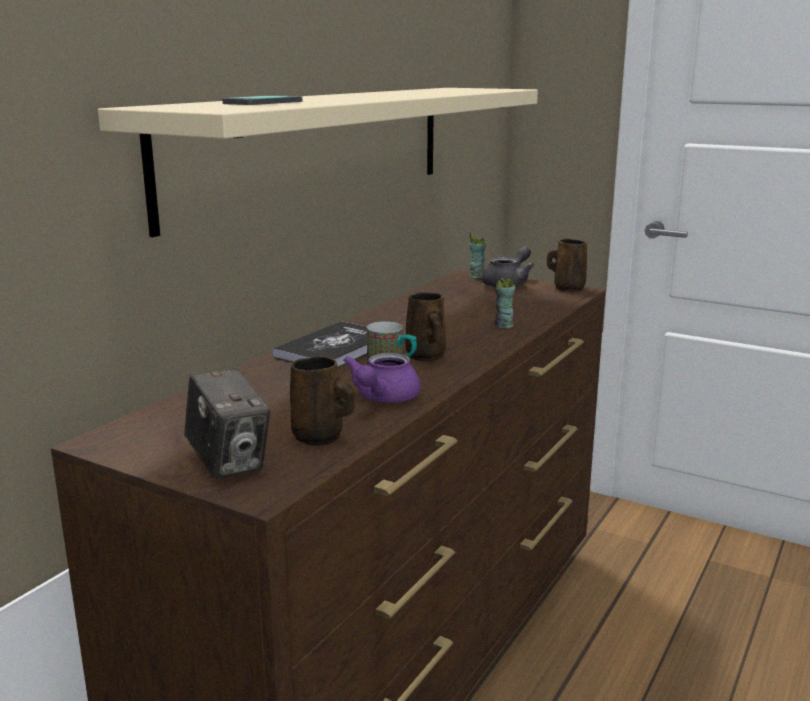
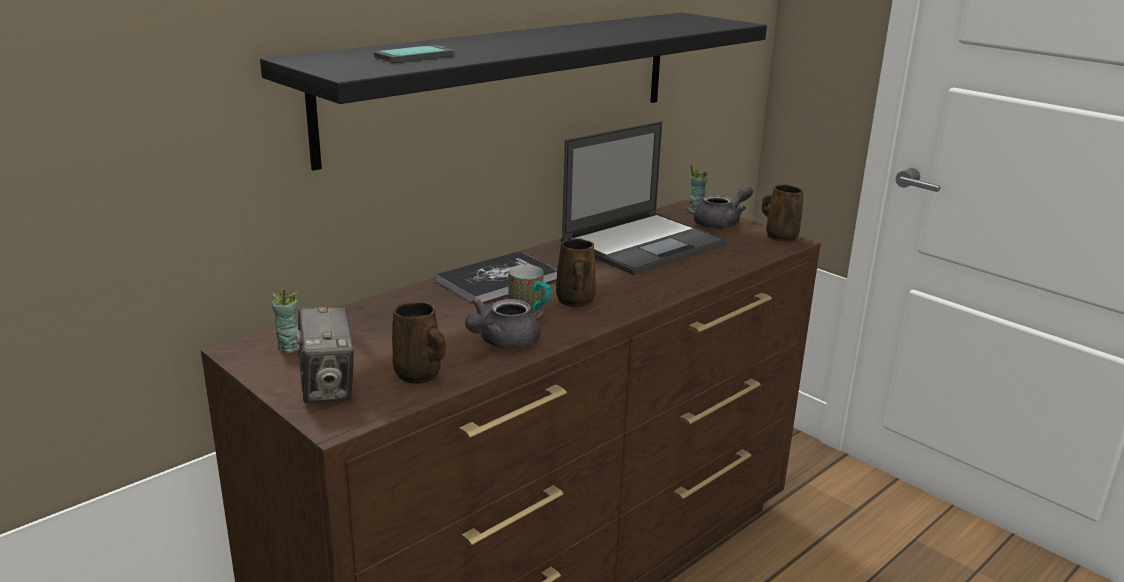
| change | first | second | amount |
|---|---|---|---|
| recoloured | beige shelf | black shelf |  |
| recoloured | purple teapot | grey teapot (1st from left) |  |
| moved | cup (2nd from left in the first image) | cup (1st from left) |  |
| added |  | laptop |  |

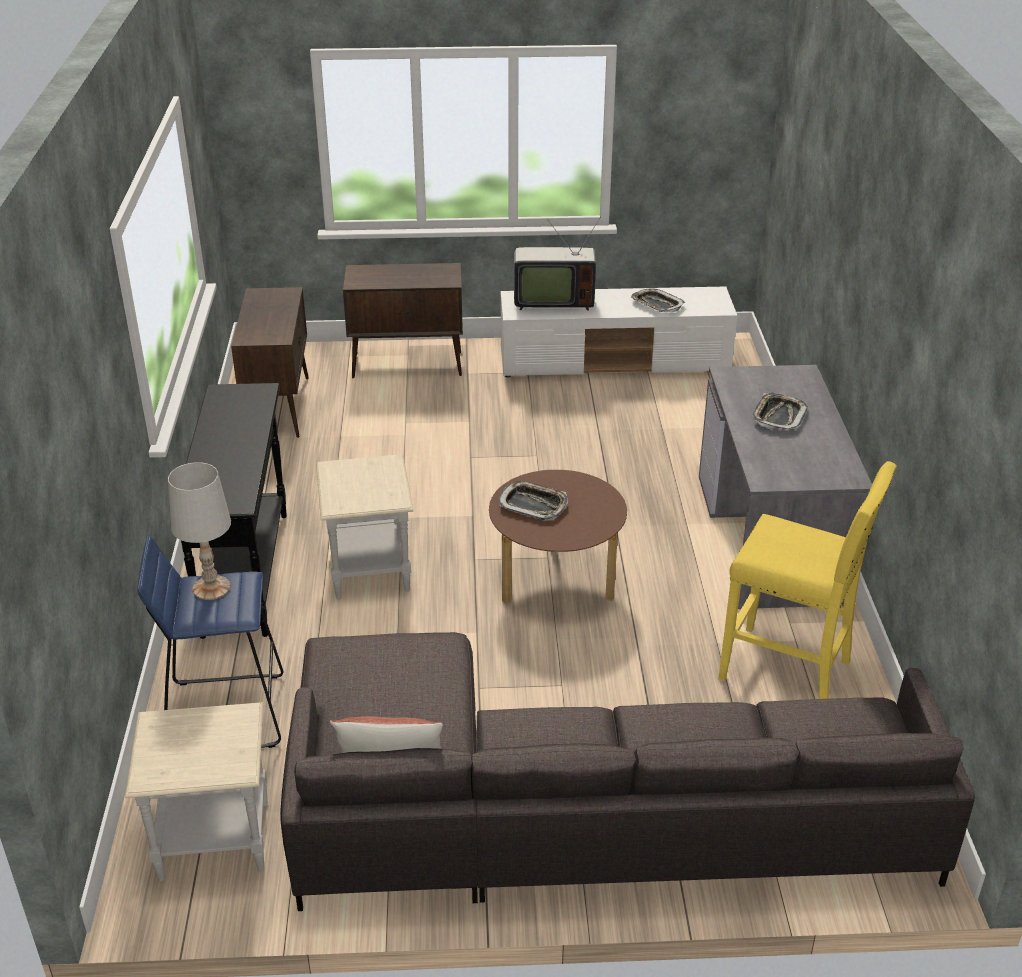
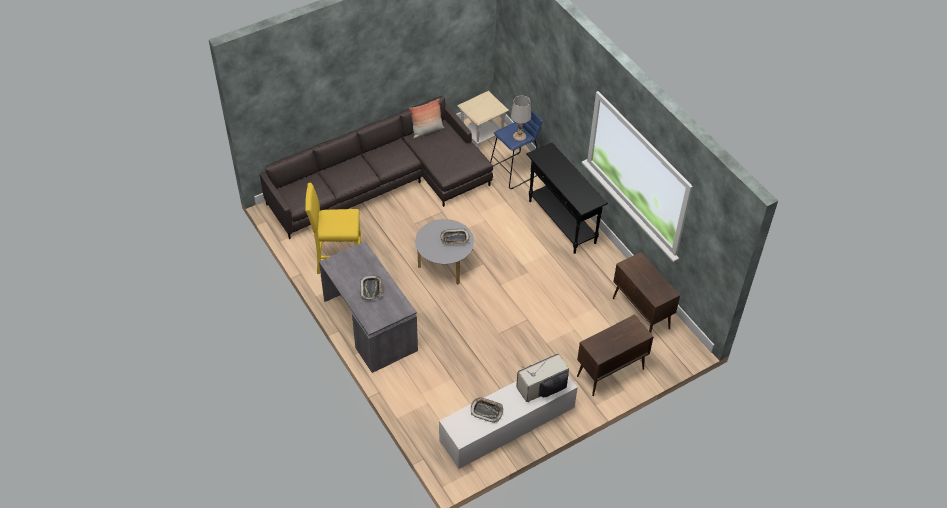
| change | first | second | amount |
|---|---|---|---|
| removed | beige side table (2nd from left) |  |  |
| recoloured | brown coffee table | grey coffee table |  |

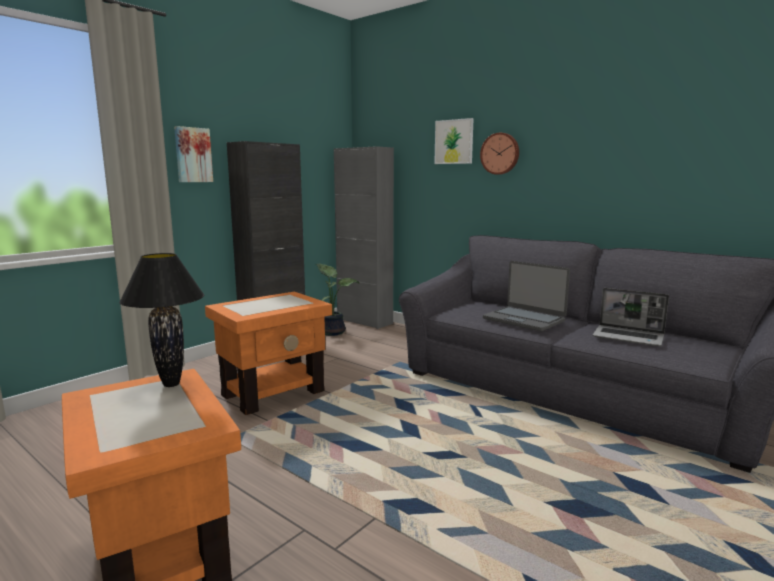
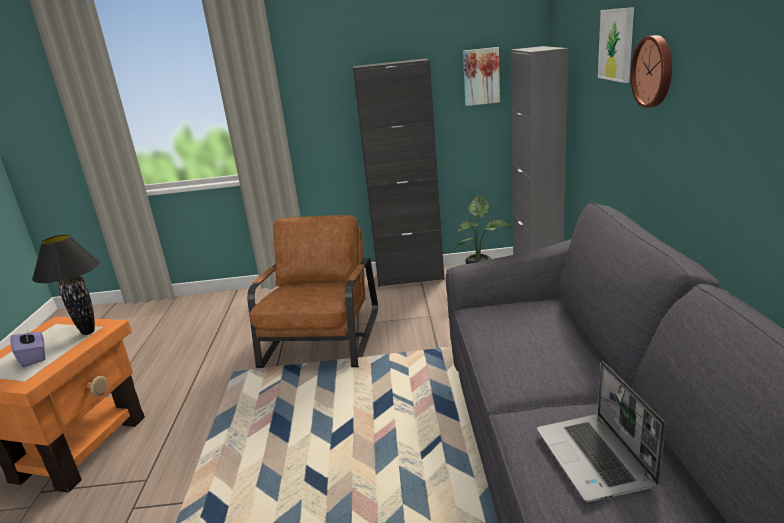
| change | first | second | amount |
|---|---|---|---|
| moved | picture (1st from left) |  |  |
| replaced | orange side table (2nd from left) | brown armchair |  |
| removed | laptop (1st from left) |  |  |
| added |  | purple tissue box |  |

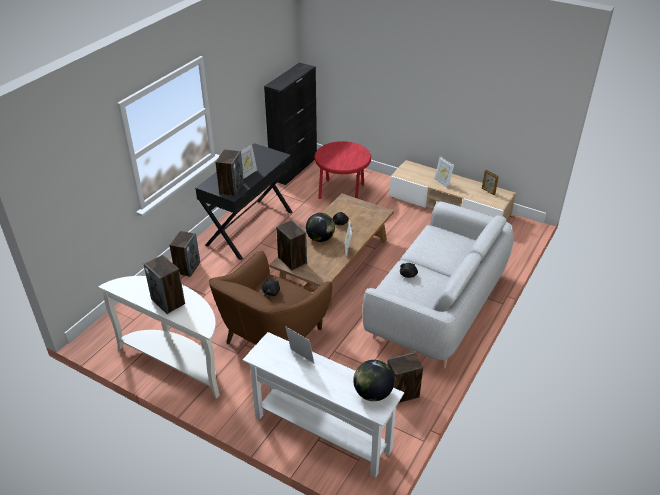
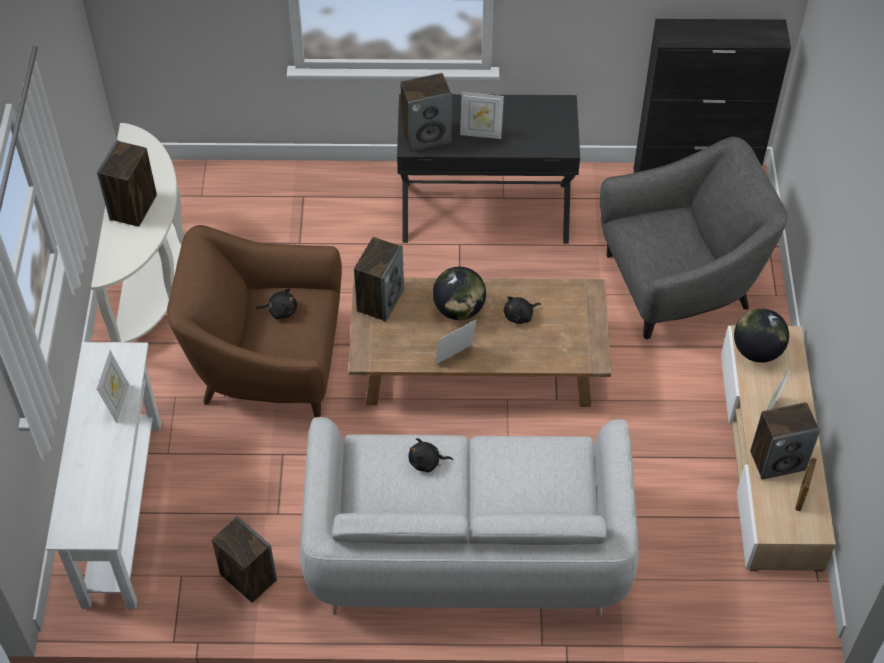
| change | first | second | amount |
|---|---|---|---|
| moved | speaker (2nd from left in the first image) | speaker (5th from left) |  |
| replaced | red side table | grey armchair |  |
| moved | globe (2nd from left) |  |  |

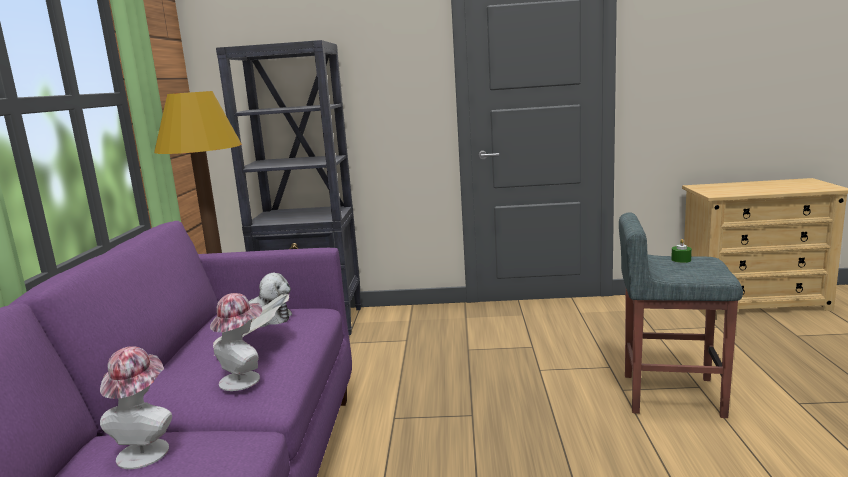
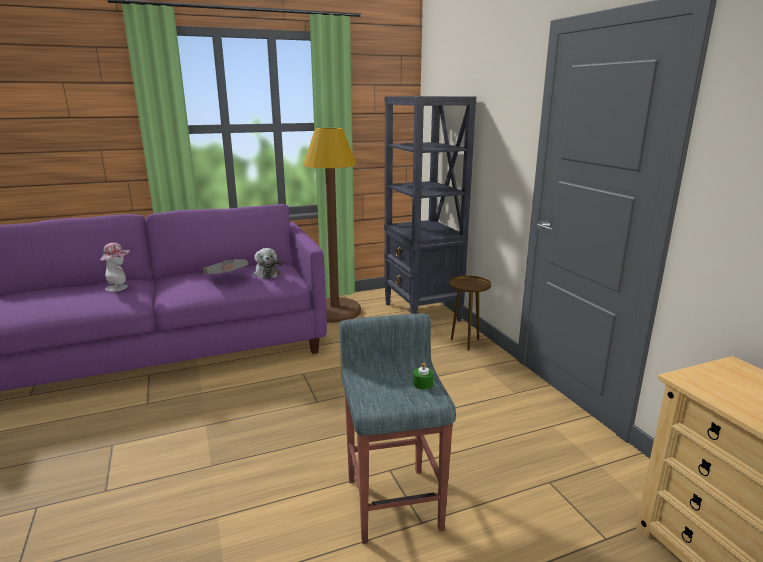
| change | first | second | amount |
|---|---|---|---|
| removed | hat (2nd from left) |  |  |
| added |  | brown side table |  |

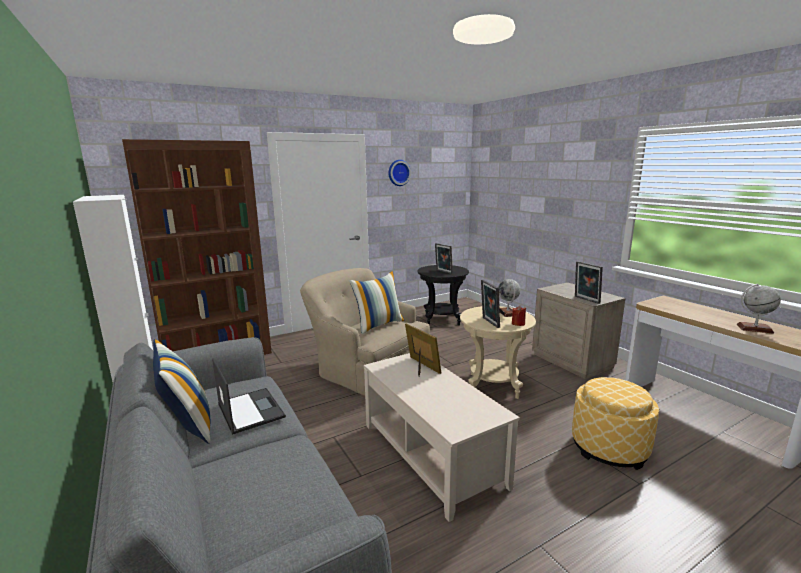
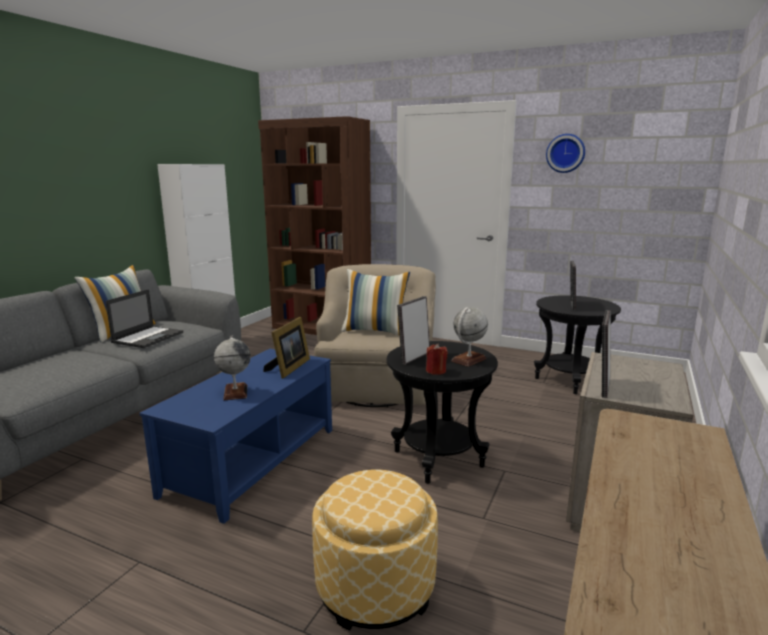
| change | first | second | amount |
|---|---|---|---|
| recoloured | beige coffee table | blue coffee table |  |
| recoloured | beige side table | black side table (1st from left) |  |
| moved | globe (2nd from left in the first image) | globe (1st from left) |  |

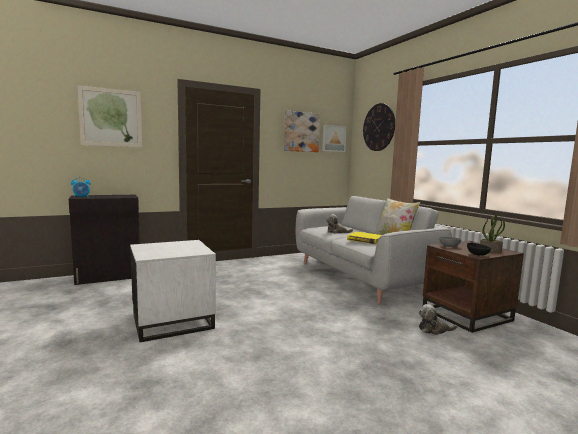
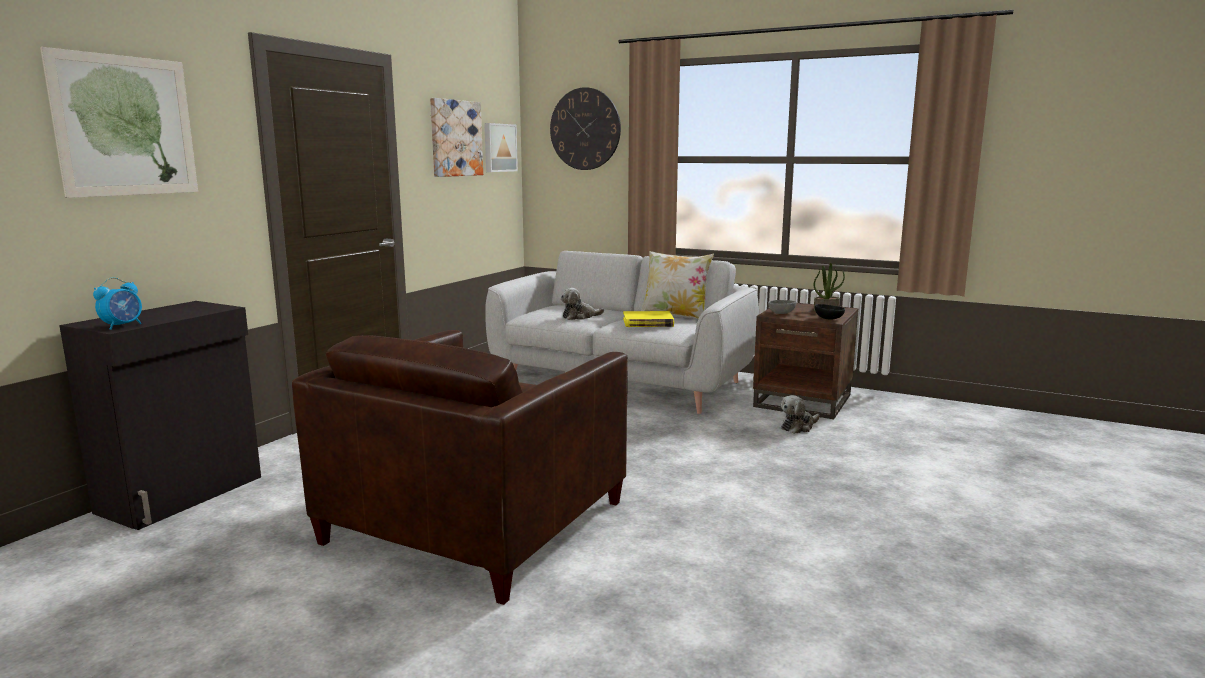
| change | first | second | amount |
|---|---|---|---|
| replaced | white side table | brown armchair |  |

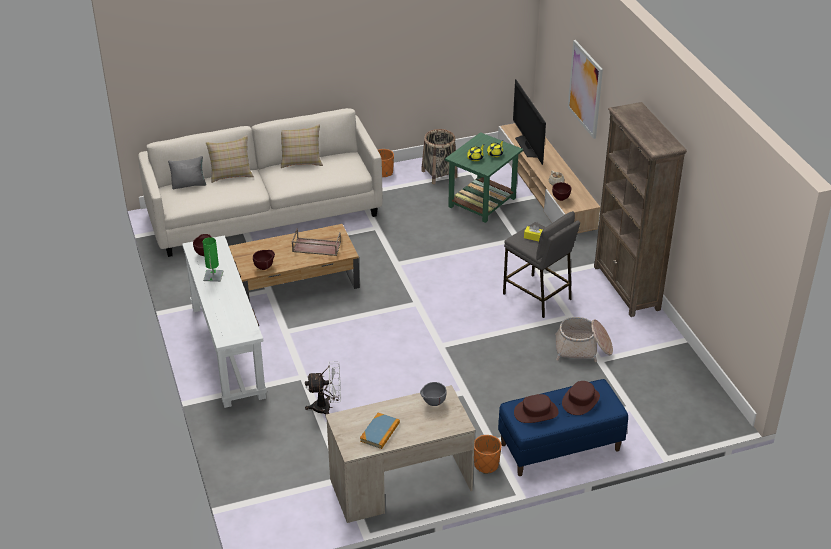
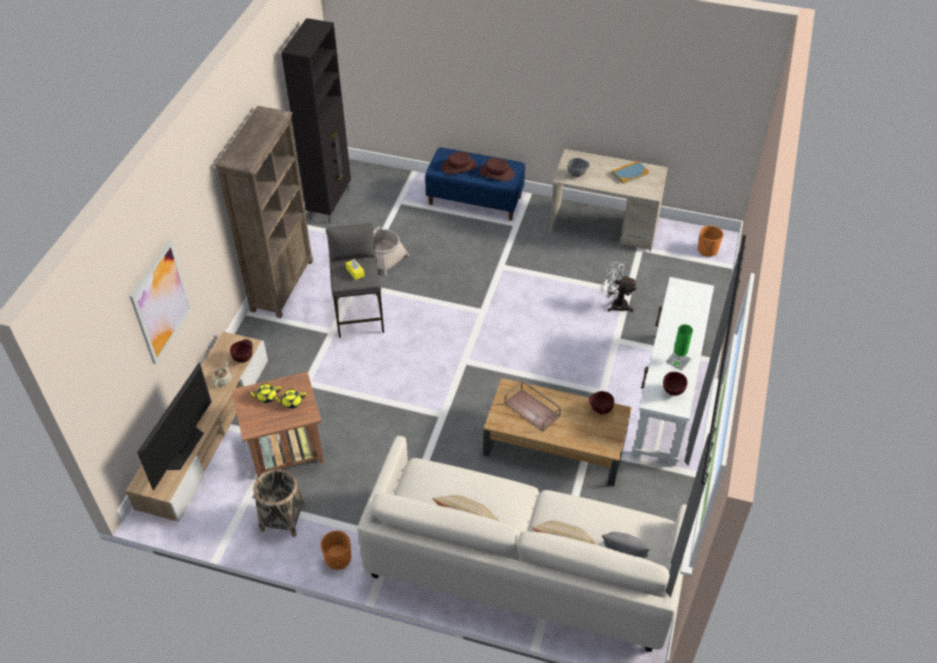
| change | first | second | amount |
|---|---|---|---|
| recoloured | green side table | brown side table |  |
| moved | orange planter (2nd from left) |  |  |
| added |  | black cabinet |  |

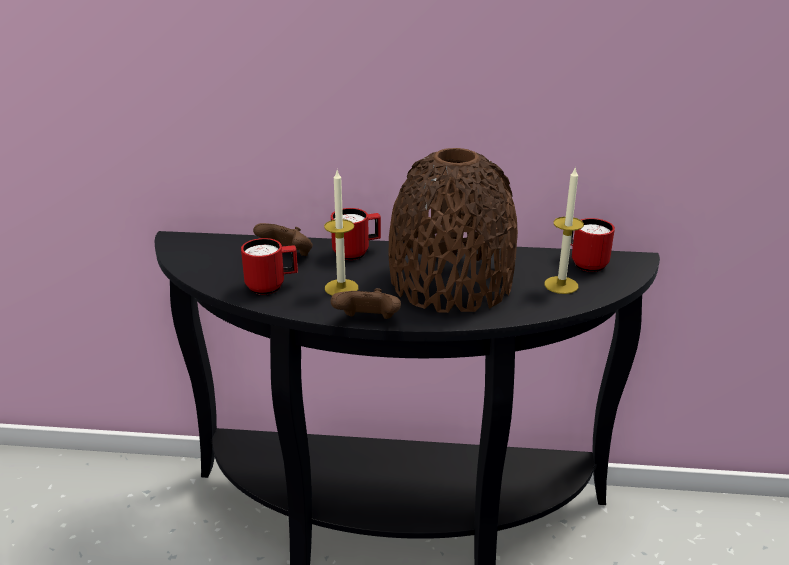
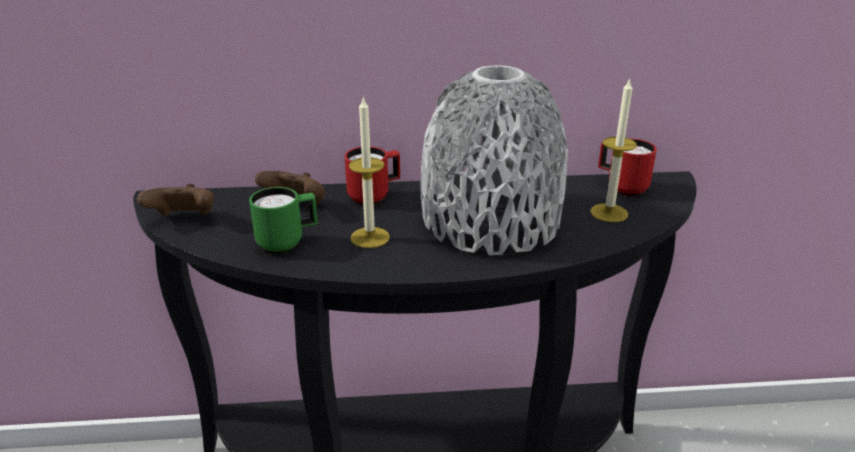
| change | first | second | amount |
|---|---|---|---|
| recoloured | red mug (1st from left) | green mug |  |
| moved | brown game controller (2nd from left in the first image) | brown game controller (1st from left) |  |
| recoloured | brown vase | grey vase |  |

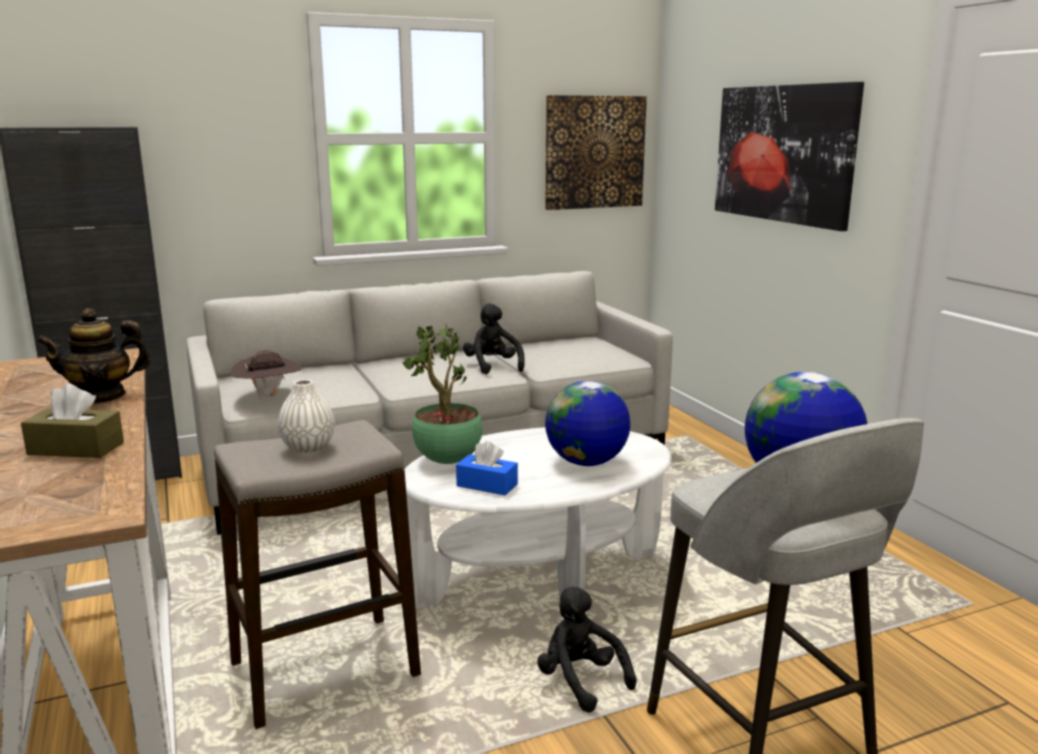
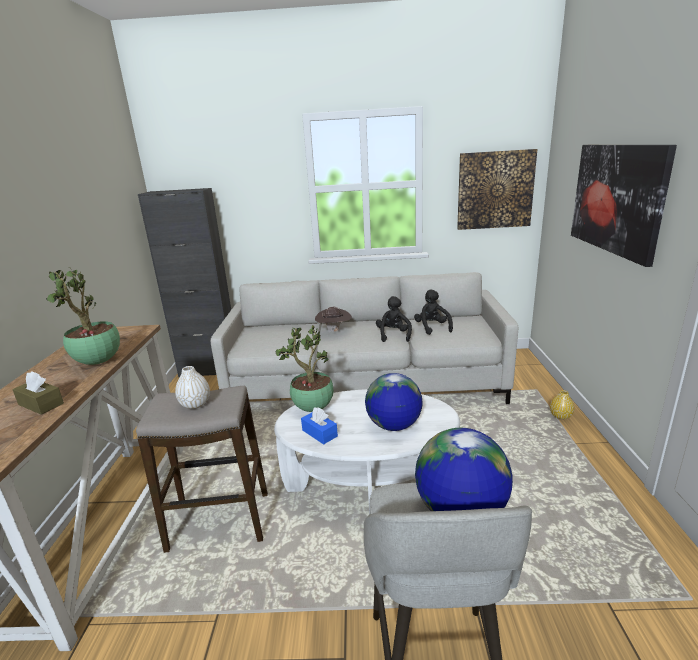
| change | first | second | amount |
|---|---|---|---|
| replaced | teapot | potted plant (1st from left) |  |
| moved | brown hat |  |  |
| moved | black plush toy (2nd from left) |  |  |
| added |  | yellow vase |  |

